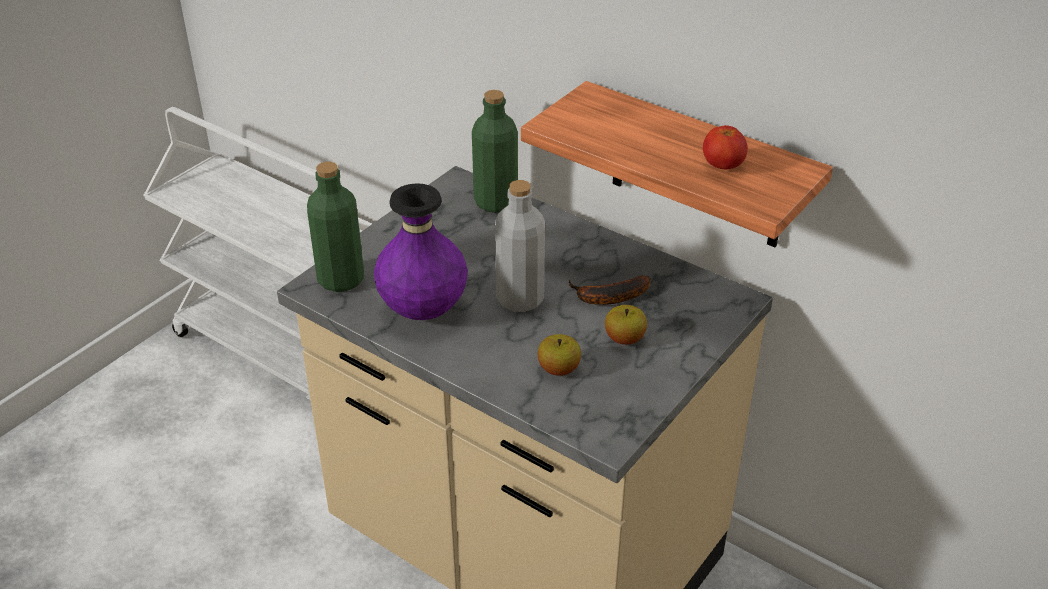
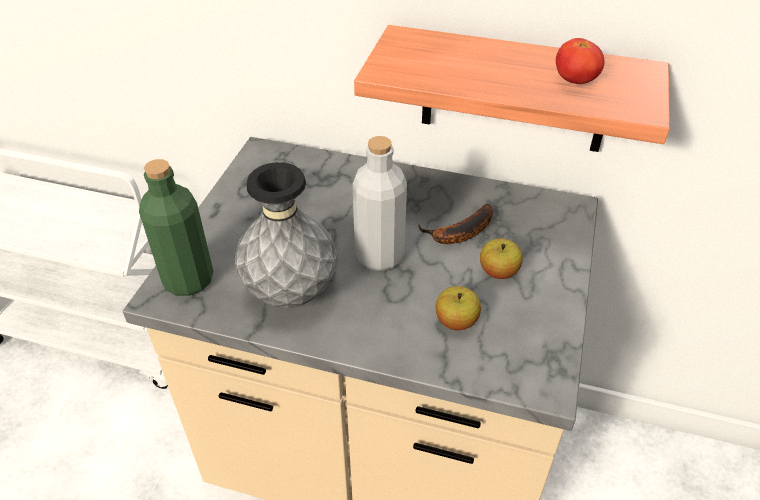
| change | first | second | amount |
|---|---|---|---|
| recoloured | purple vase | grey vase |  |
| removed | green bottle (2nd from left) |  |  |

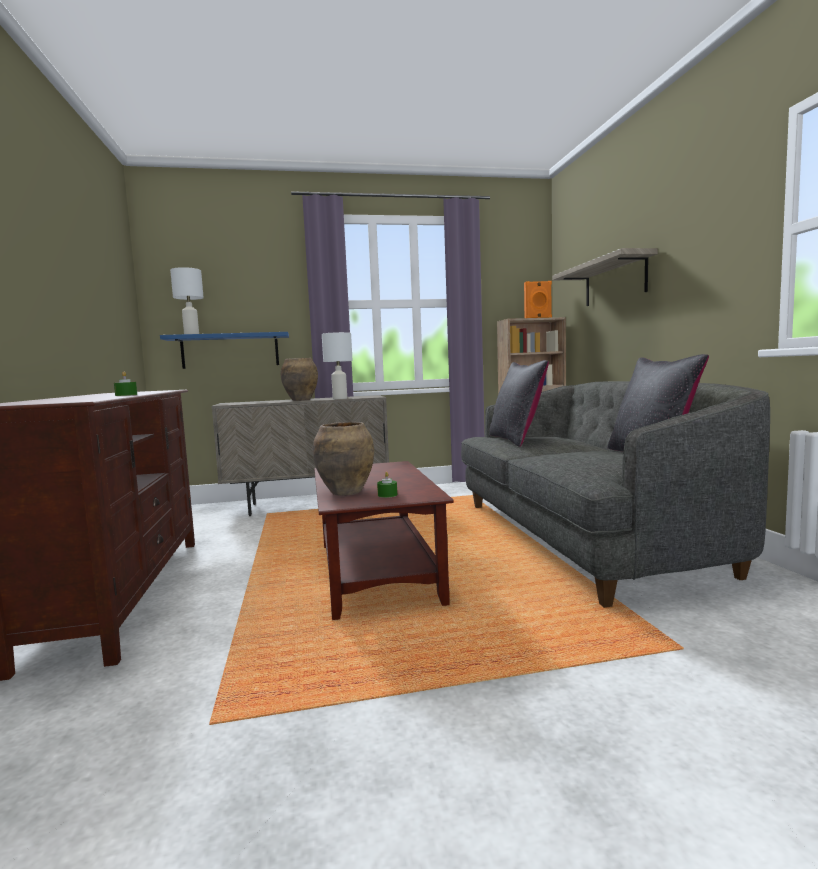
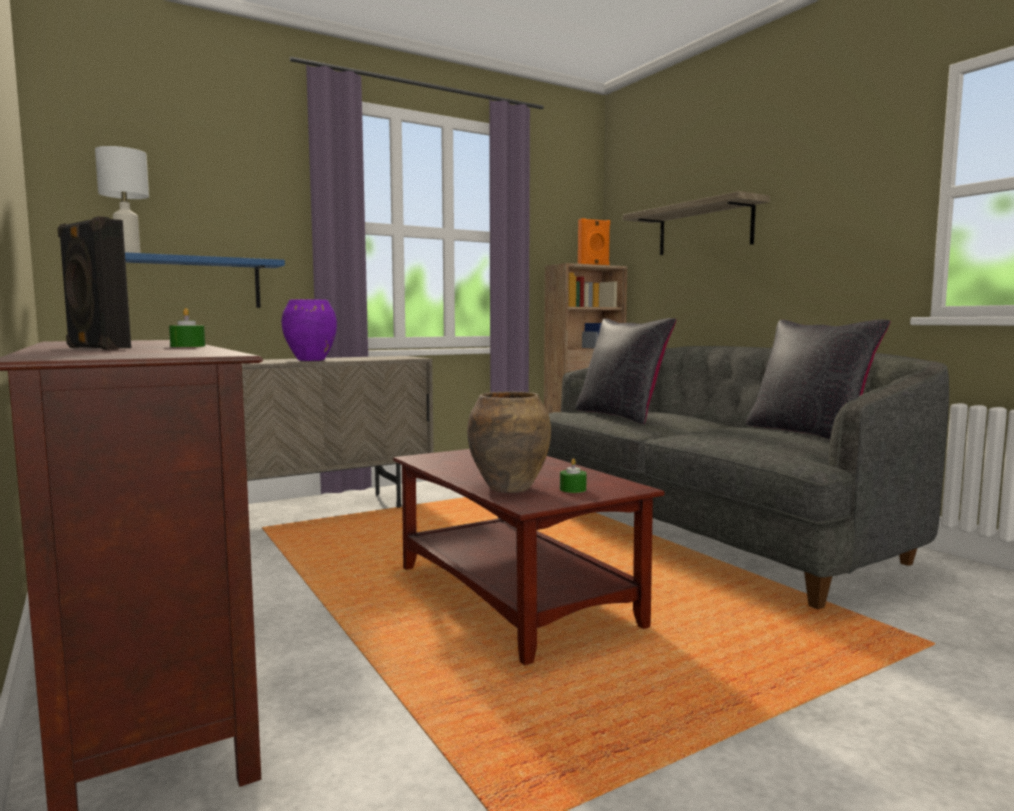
| change | first | second | amount |
|---|---|---|---|
| recoloured | brown vase (1st from left) | purple vase |  |
| removed | white table lamp (2nd from left) |  |  |
| added |  | black speaker |  |

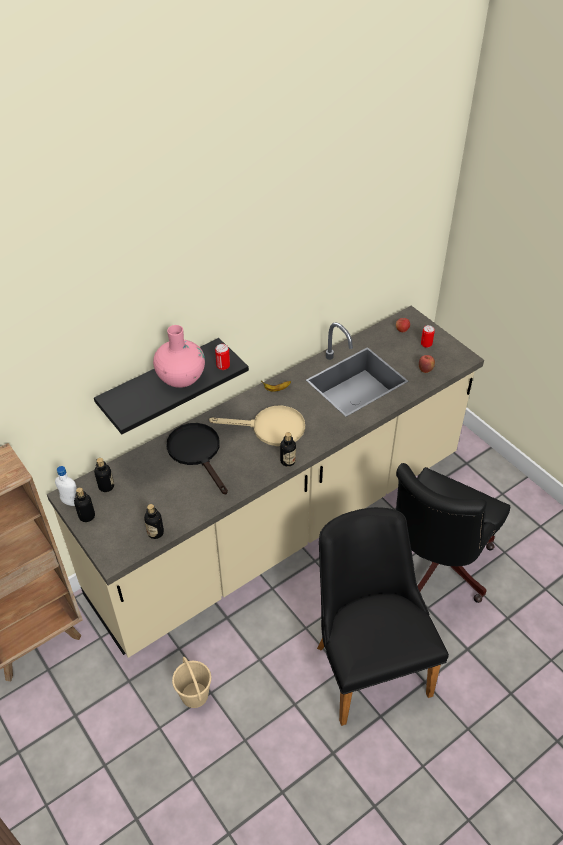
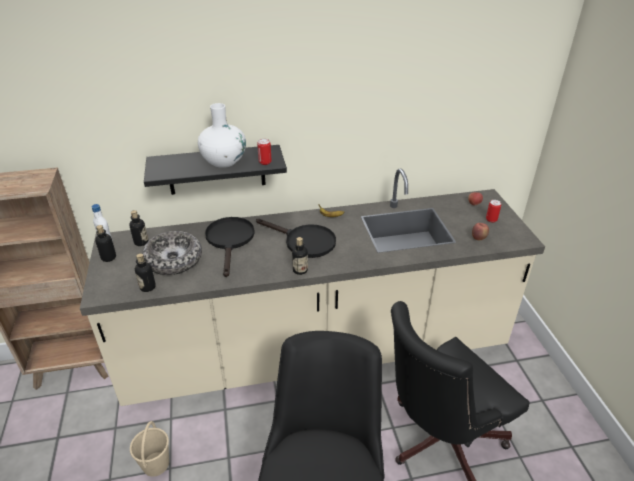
| change | first | second | amount |
|---|---|---|---|
| recoloured | pink vase | white vase |  |
| recoloured | beige frying pan | black frying pan (2nd from left) |  |
| added |  | bowl |  |

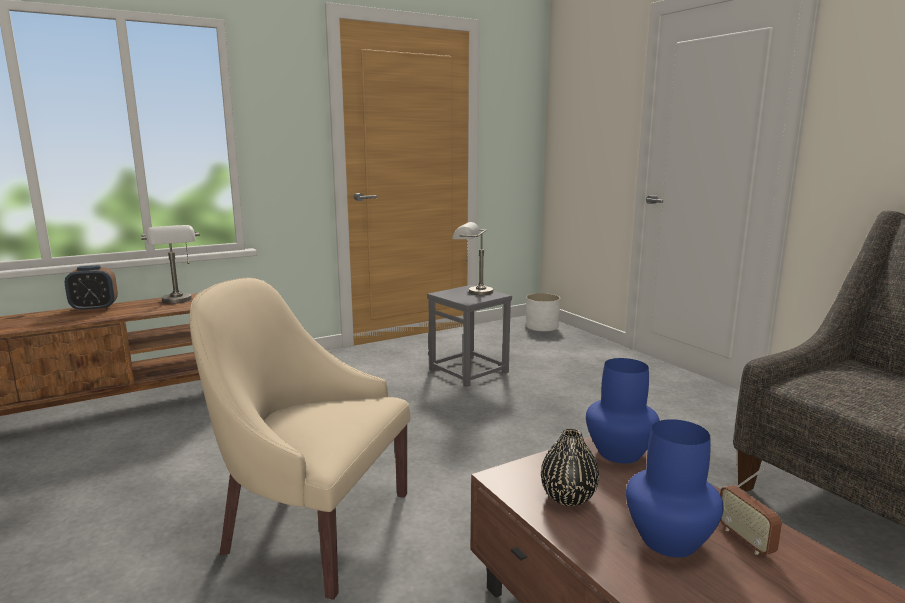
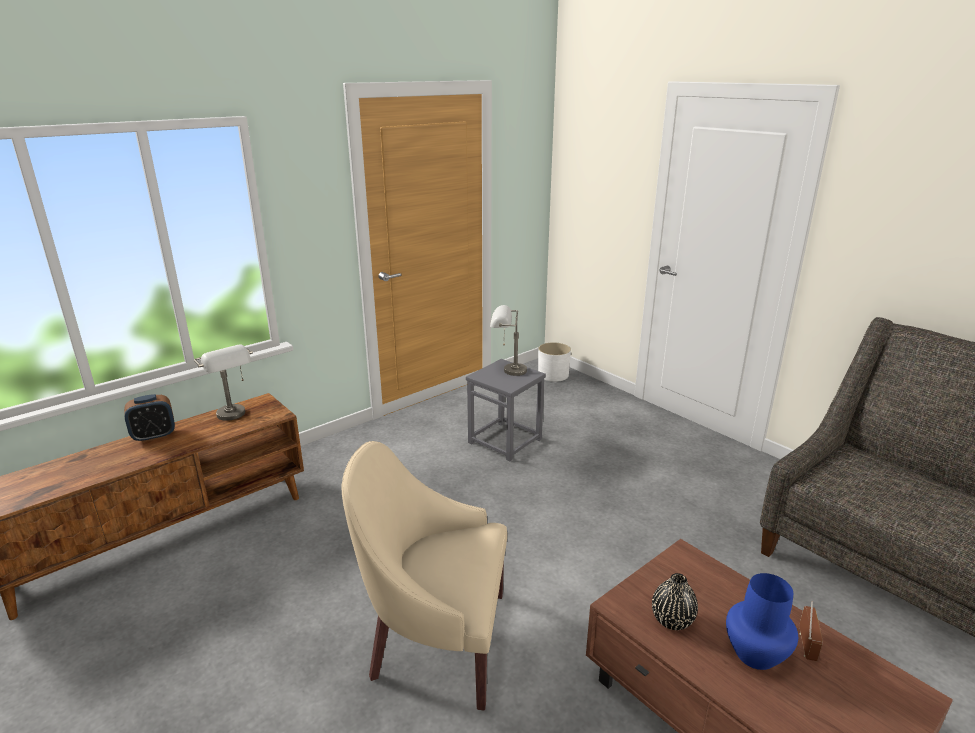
| change | first | second | amount |
|---|---|---|---|
| removed | blue vase (1st from left) |  |  |
| turned | radio |  | 135 degrees counterclockwise |

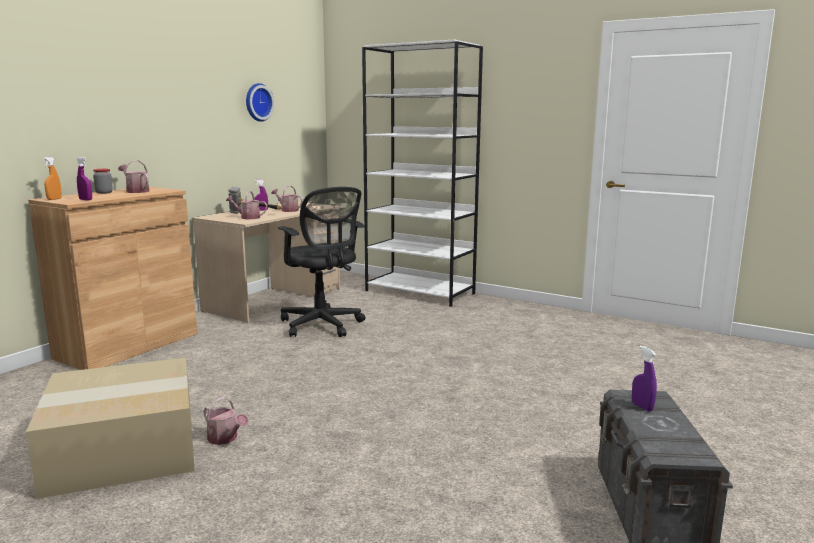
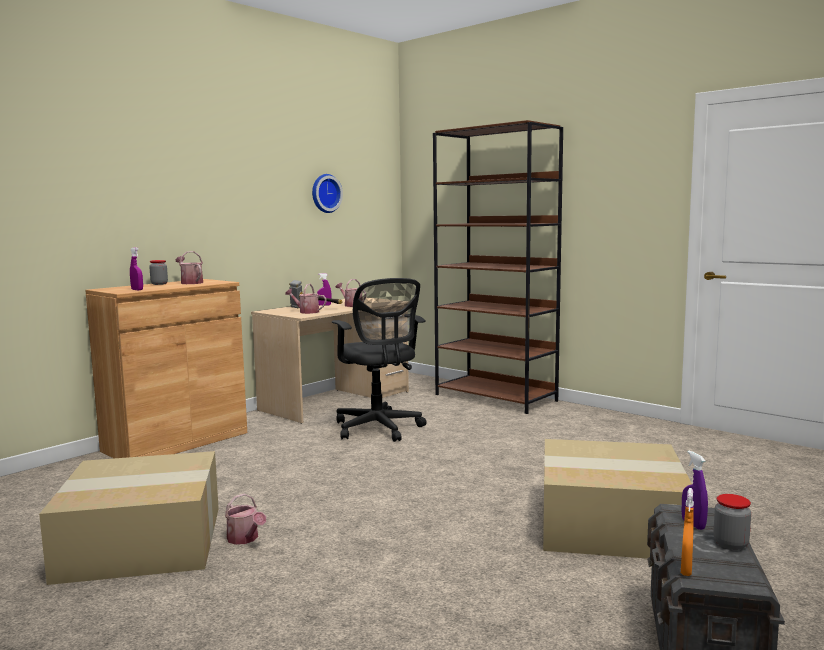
| change | first | second | amount |
|---|---|---|---|
| moved | orange spray bottle |  |  |
| recoloured | white bookcase | brown bookcase |  |
| added |  | cardboard box (2nd from left) |  |
| added |  | jar (2nd from left) |  |

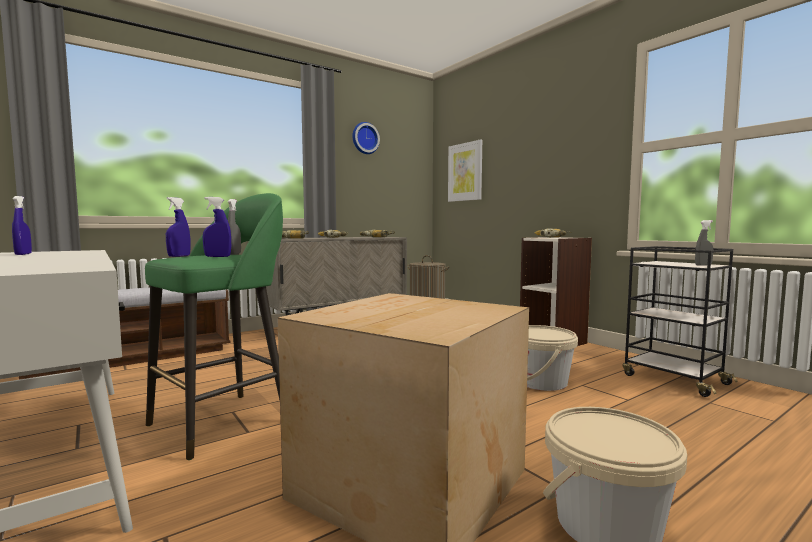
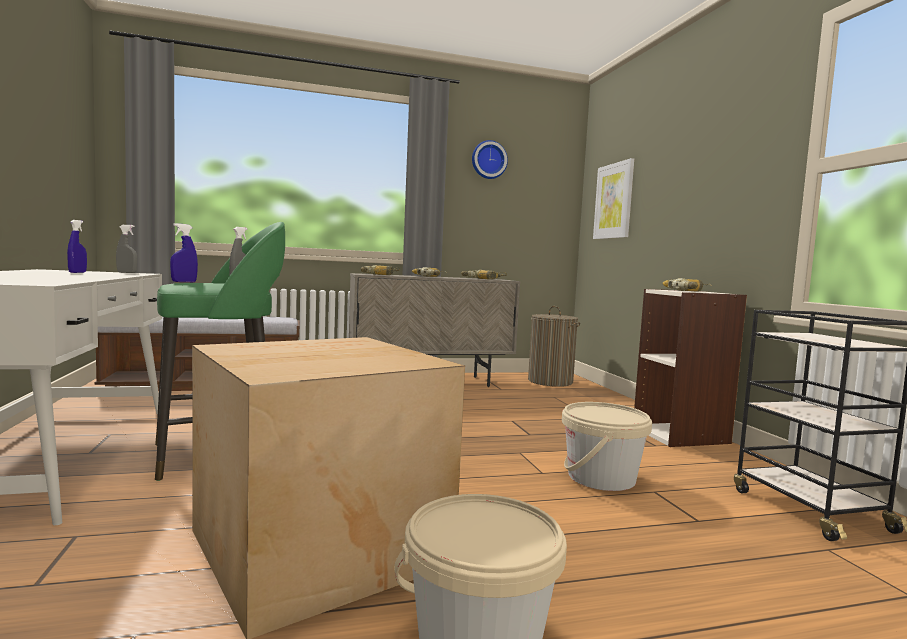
| change | first | second | amount |
|---|---|---|---|
| removed | blue spray bottle (3rd from left) |  |  |
| moved | grey spray bottle (2nd from left in the first image) | grey spray bottle (1st from left) |  |

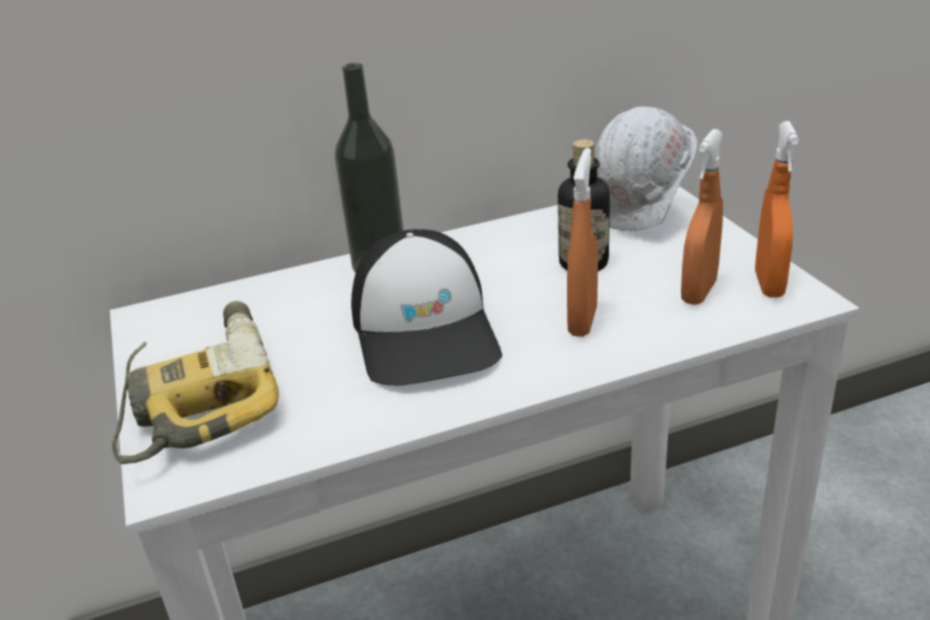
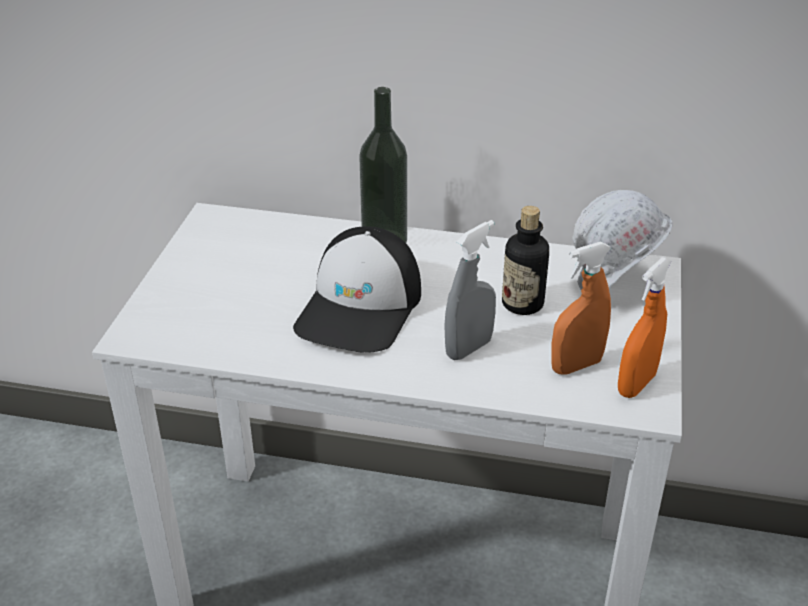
| change | first | second | amount |
|---|---|---|---|
| removed | power drill |  |  |
| recoloured | orange spray bottle (1st from left) | grey spray bottle |  |

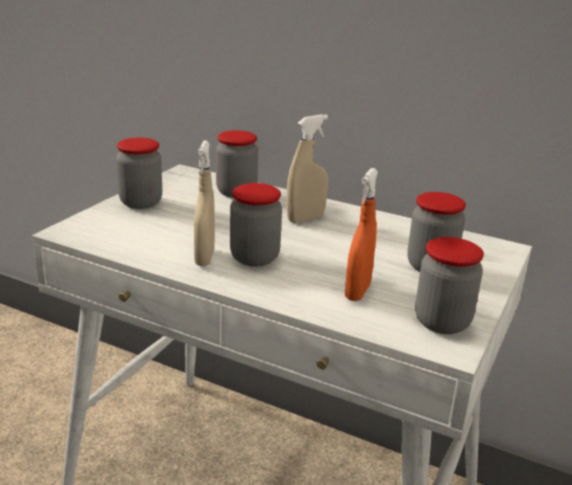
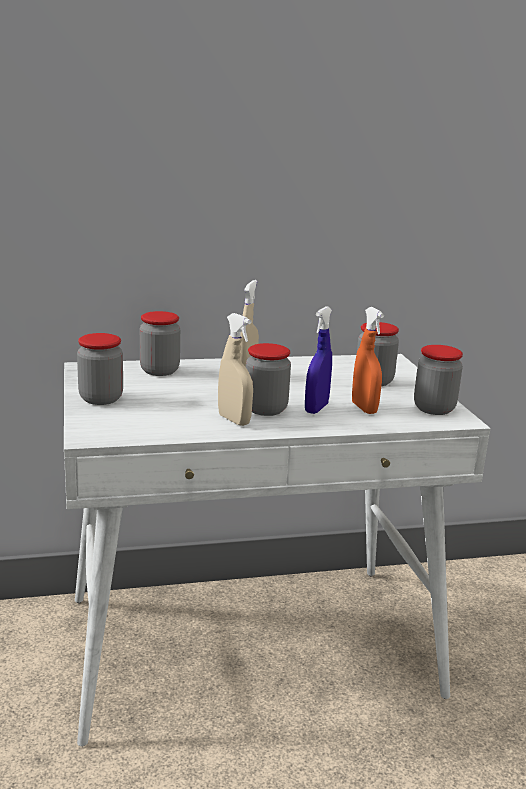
| change | first | second | amount |
|---|---|---|---|
| added |  | blue spray bottle |  |

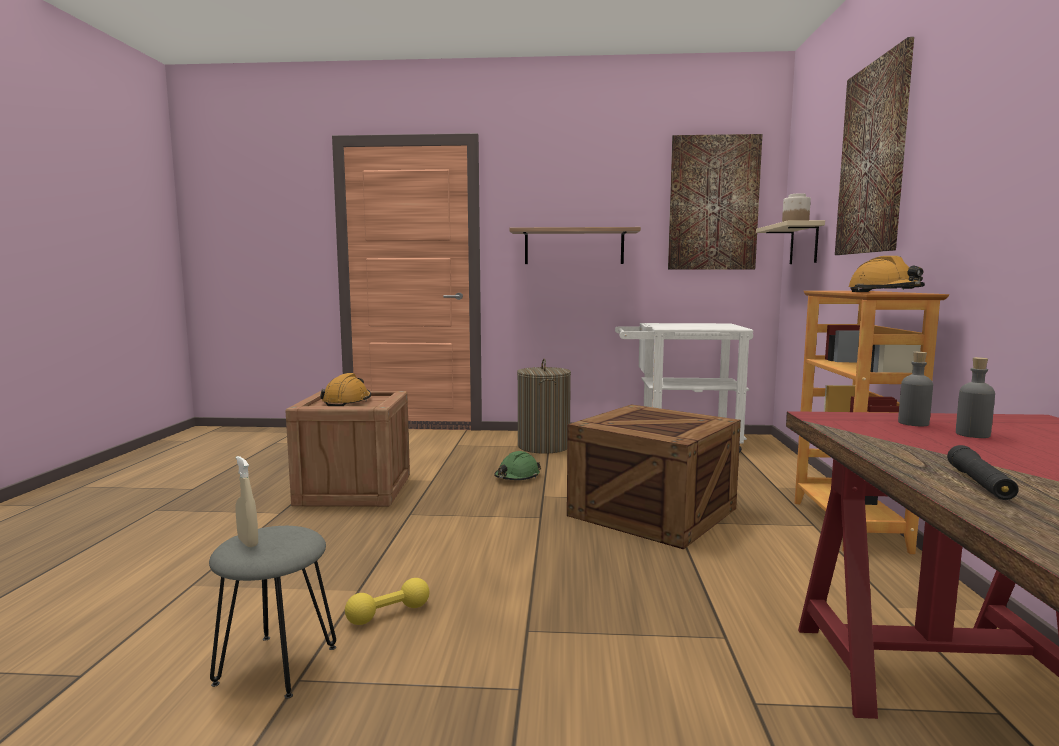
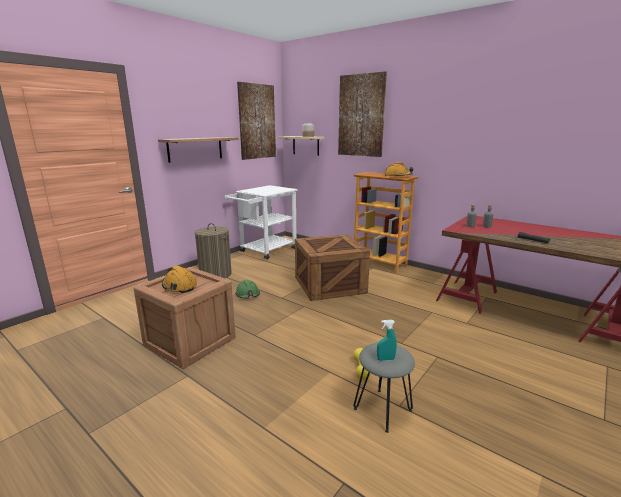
| change | first | second | amount |
|---|---|---|---|
| recoloured | beige spray bottle | turquoise spray bottle |  |

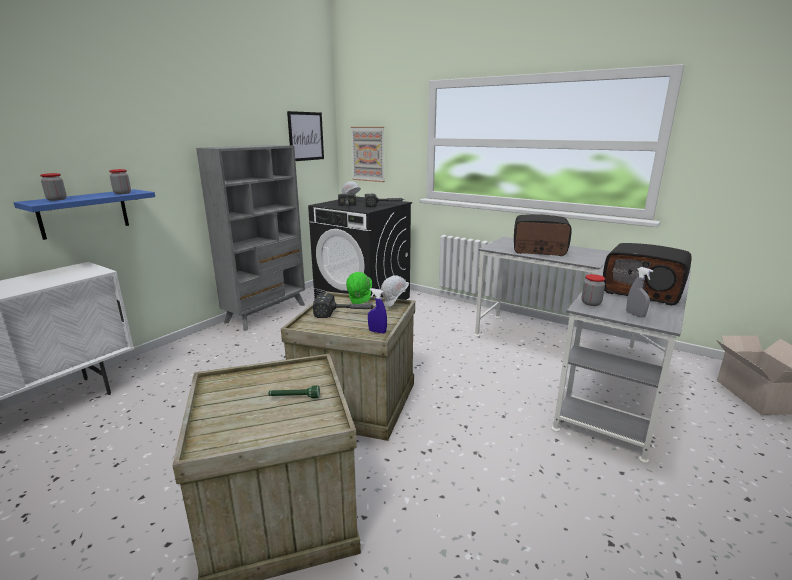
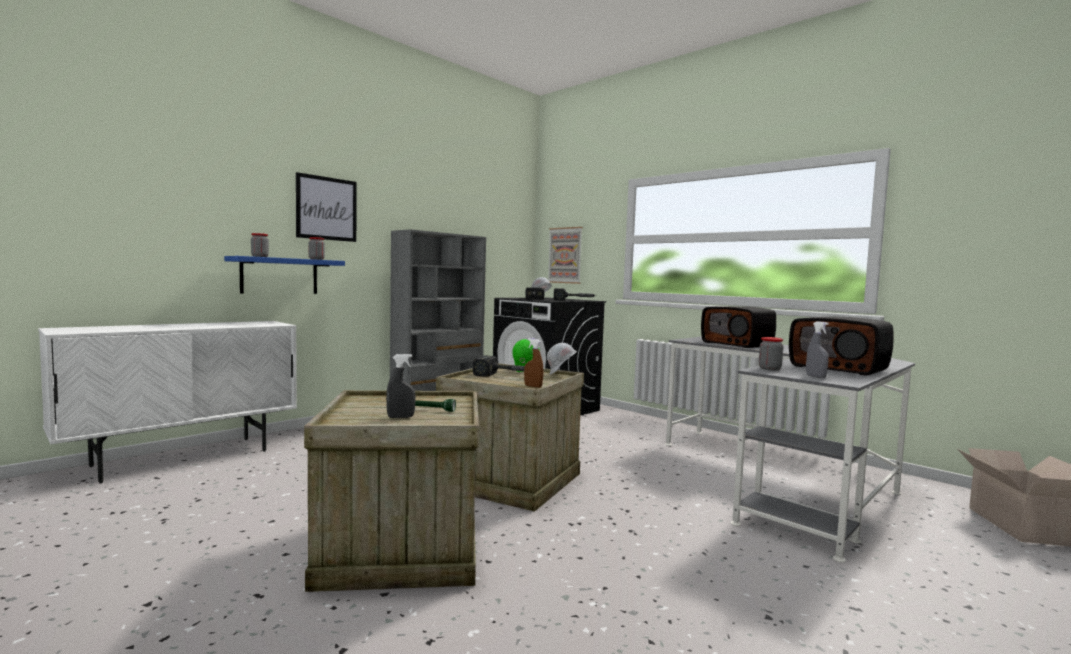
| change | first | second | amount |
|---|---|---|---|
| moved | picture (1st from left) |  |  |
| recoloured | blue spray bottle | brown spray bottle |  |
| turned | radio (1st from left) |  | 150 degrees counterclockwise |
| added |  | grey spray bottle (1st from left) |  |

